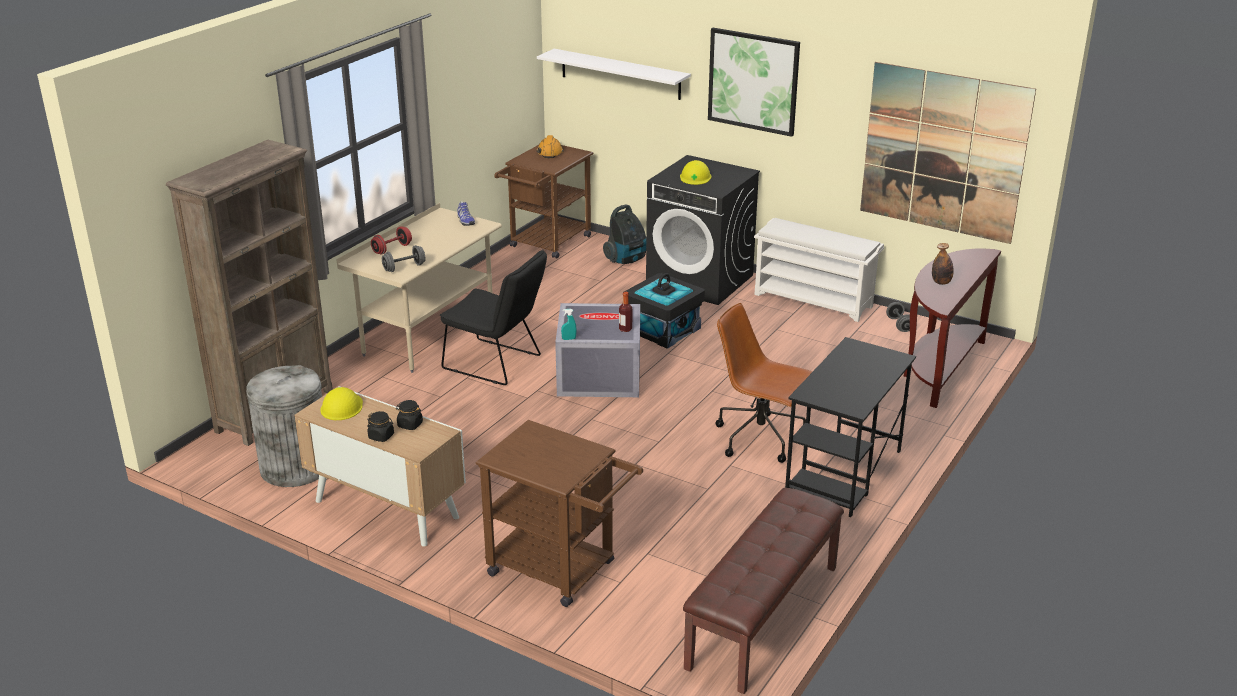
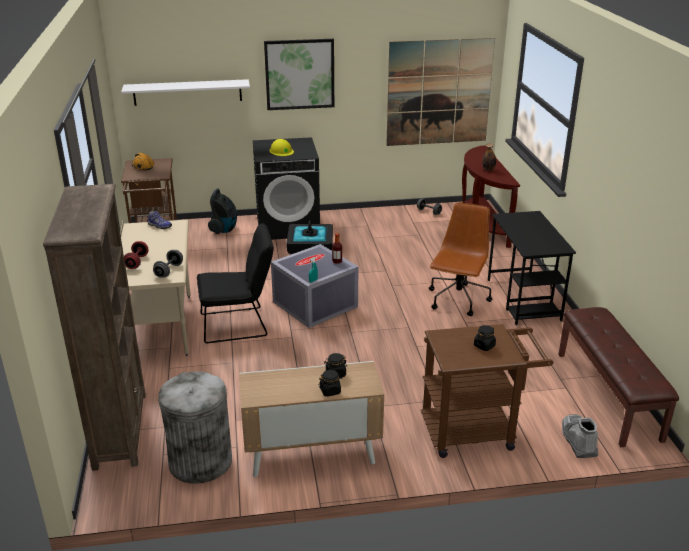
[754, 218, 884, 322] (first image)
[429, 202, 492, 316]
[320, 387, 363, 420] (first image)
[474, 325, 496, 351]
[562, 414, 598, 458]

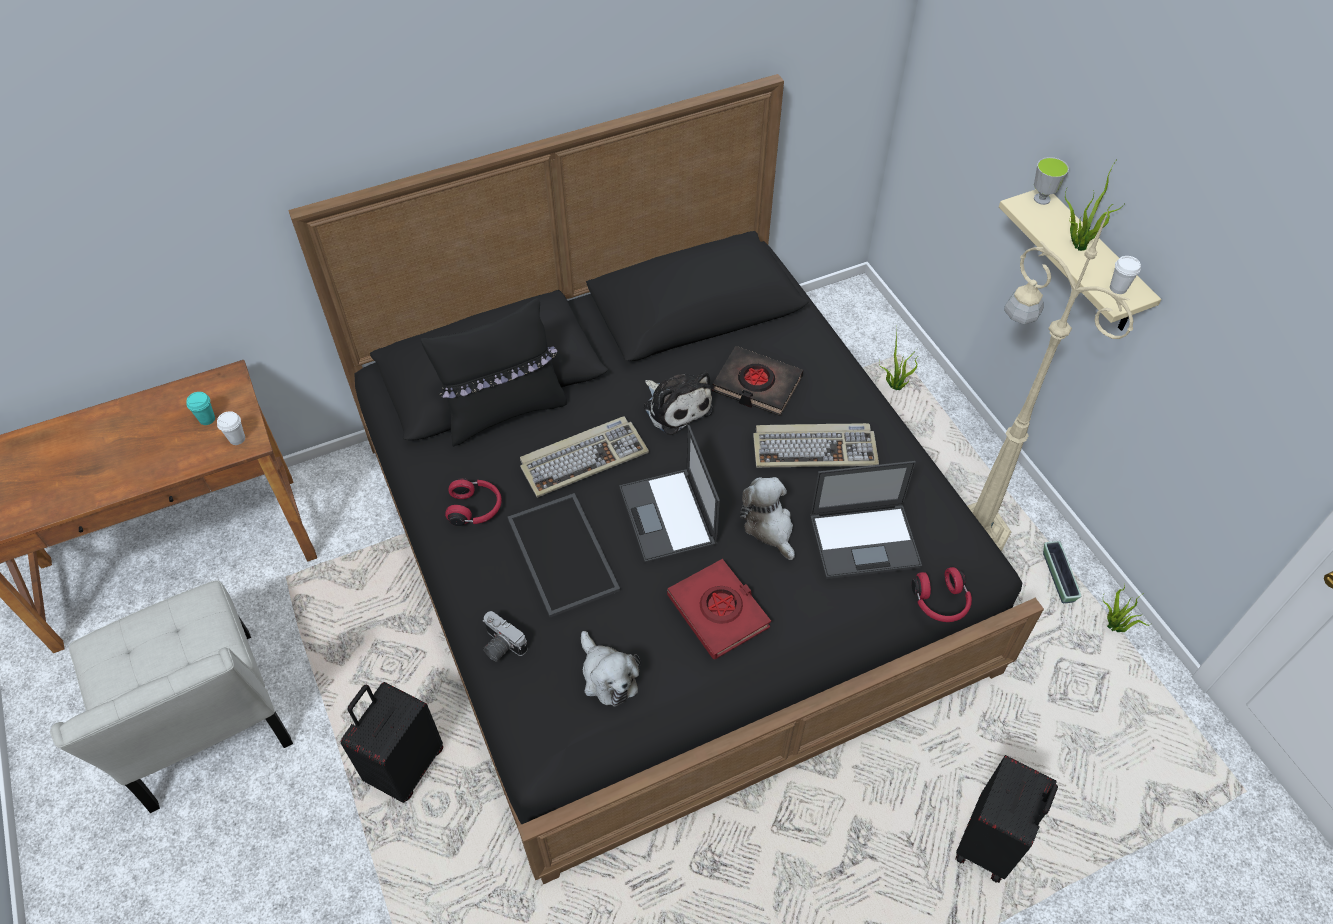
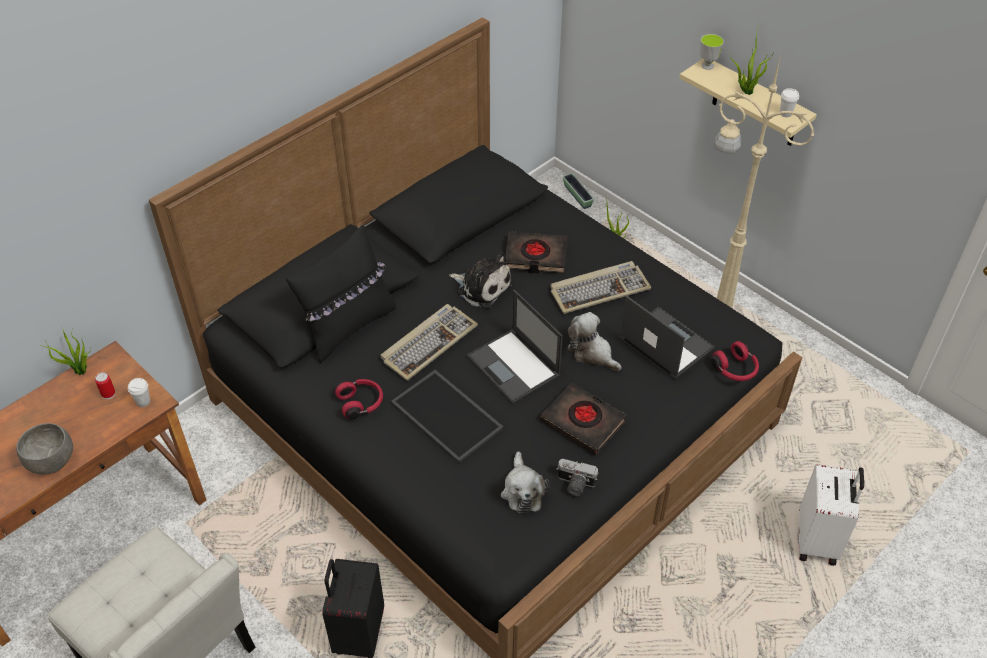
[95, 372, 115, 399]
[619, 295, 715, 379]
[563, 173, 594, 209]
[540, 383, 627, 455]
[44, 328, 91, 375]
[556, 459, 598, 496]
[501, 452, 549, 513]
[799, 464, 864, 566]
[16, 423, 73, 474]

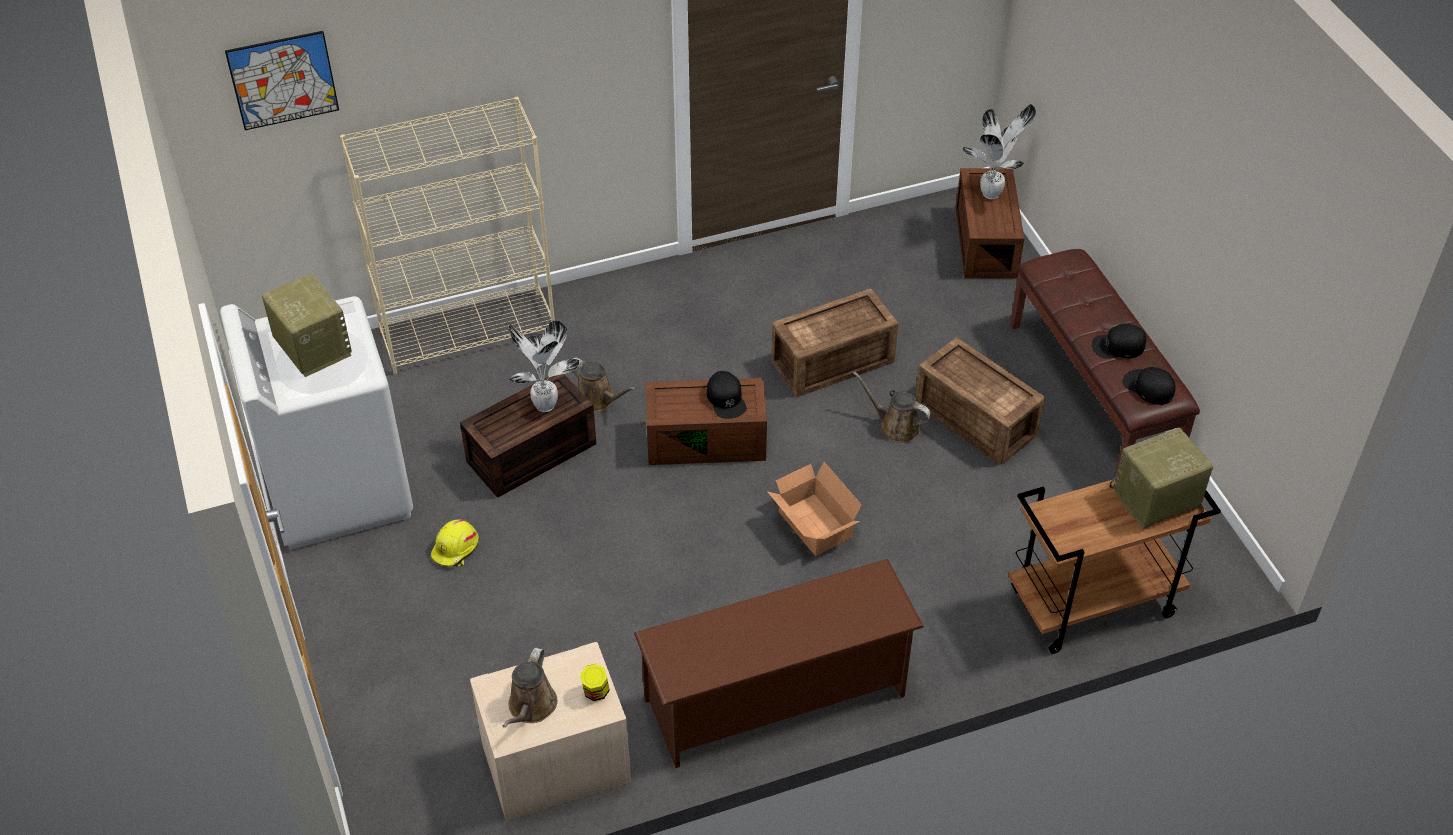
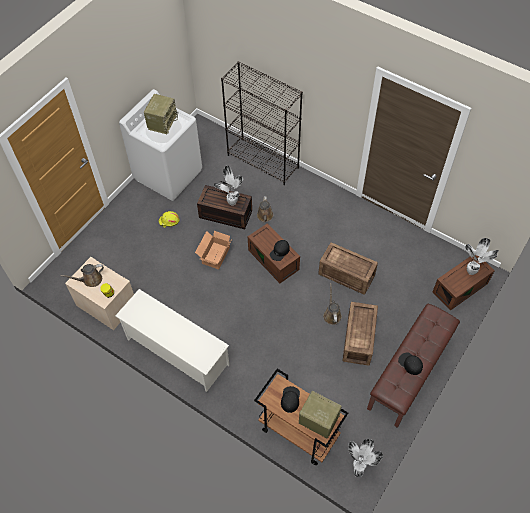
[225, 31, 339, 130] (first image)
[221, 61, 303, 185]
[281, 386, 300, 413]
[195, 231, 232, 270]
[115, 289, 229, 392]
[348, 439, 383, 477]

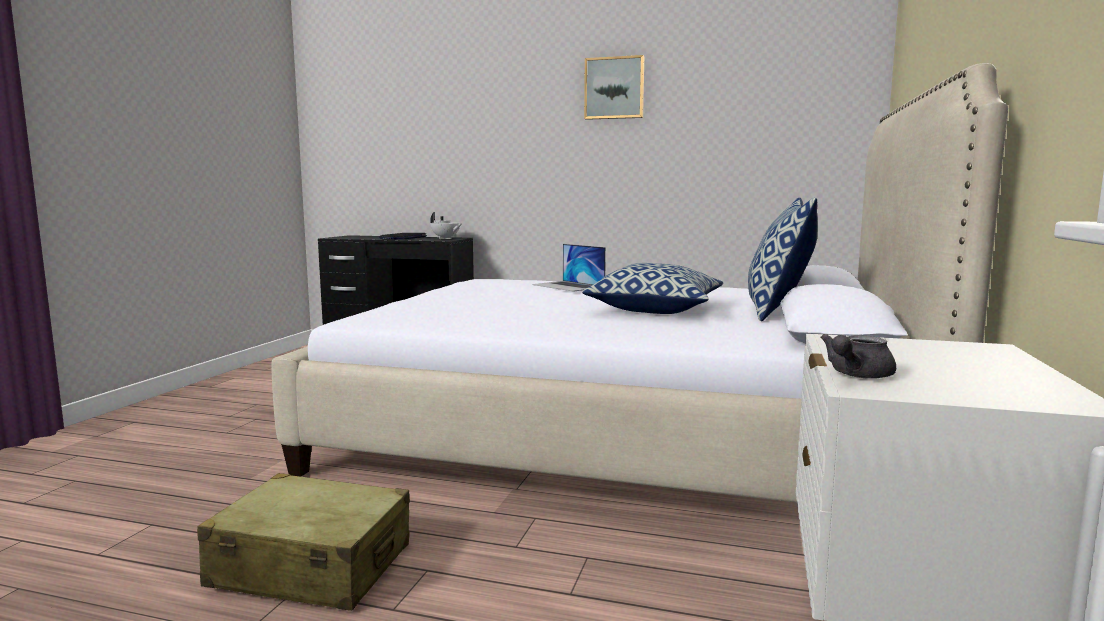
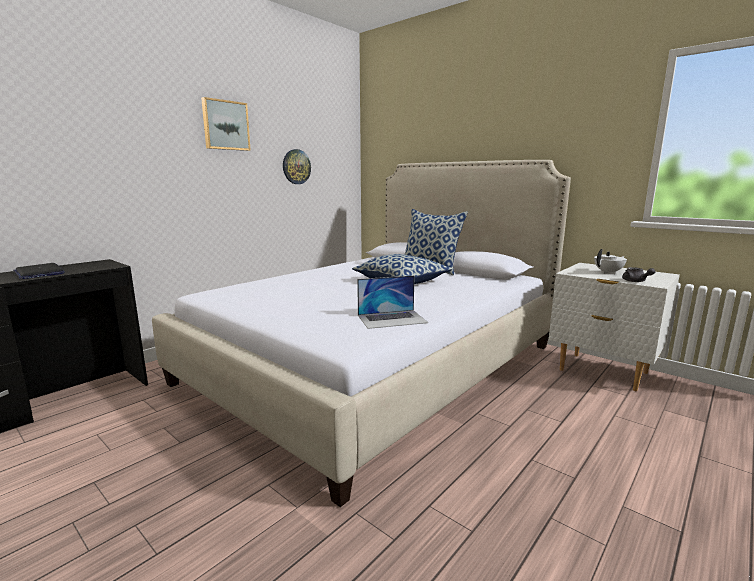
[594, 249, 627, 274]
[357, 275, 428, 329]
[197, 473, 410, 611] (first image)
[283, 149, 311, 184]

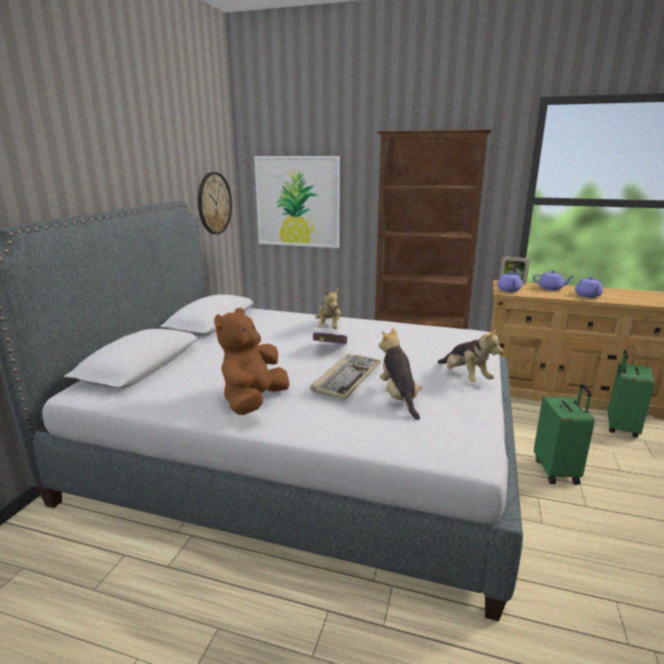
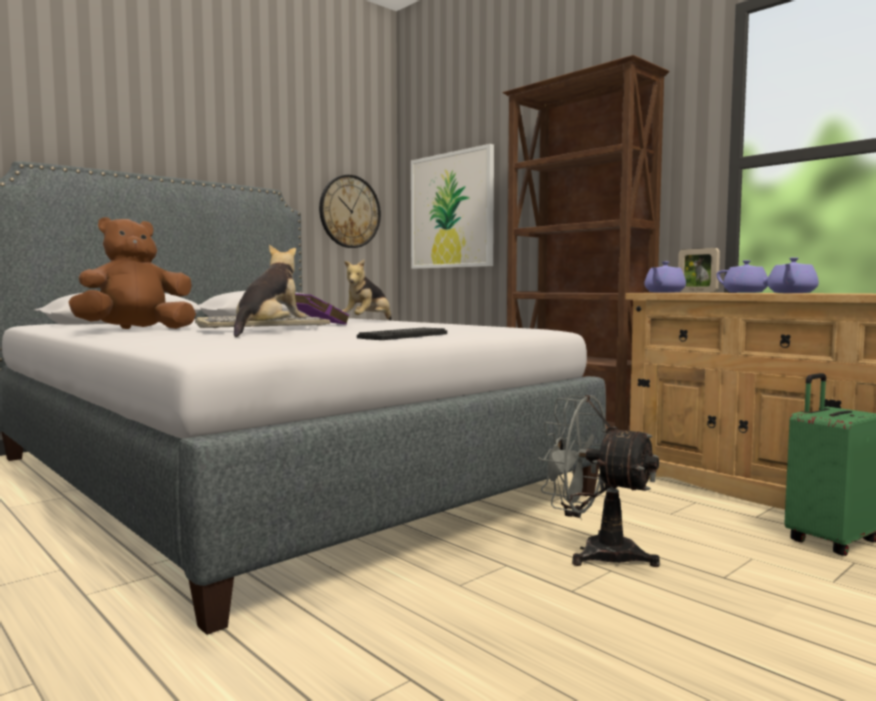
[357, 328, 447, 340]
[538, 395, 660, 567]

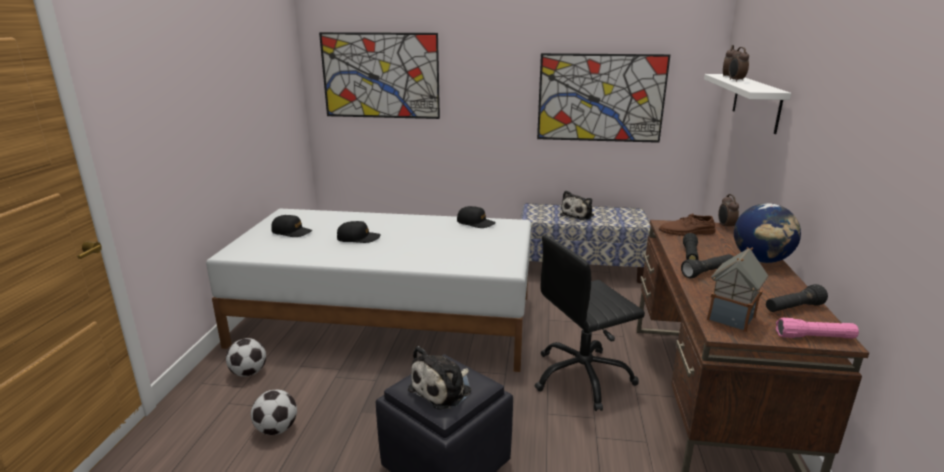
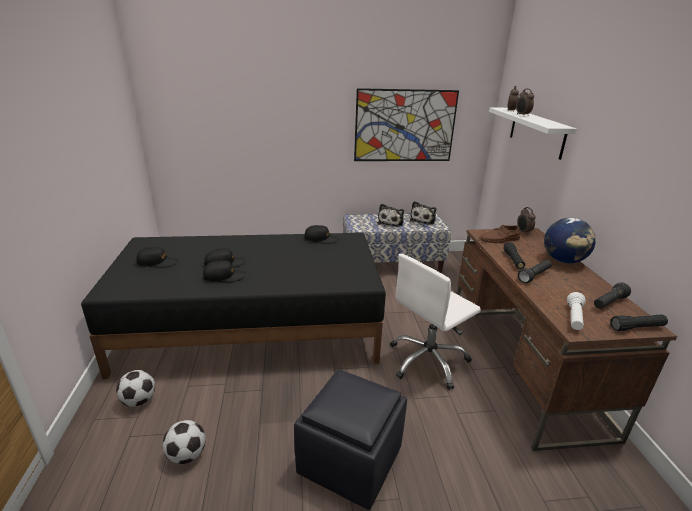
[319, 32, 440, 119] (first image)
[81, 233, 386, 379]
[390, 253, 481, 390]
[567, 292, 586, 330]
[610, 315, 668, 331]
[410, 201, 436, 225]
[203, 260, 246, 282]

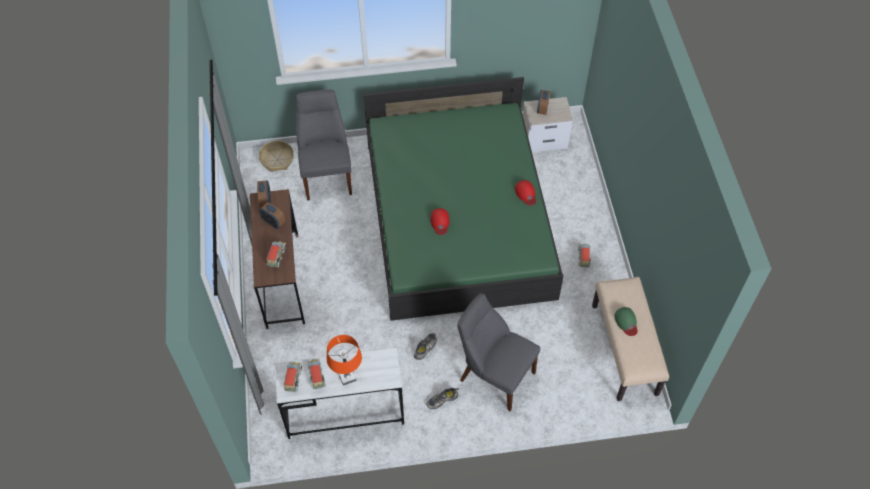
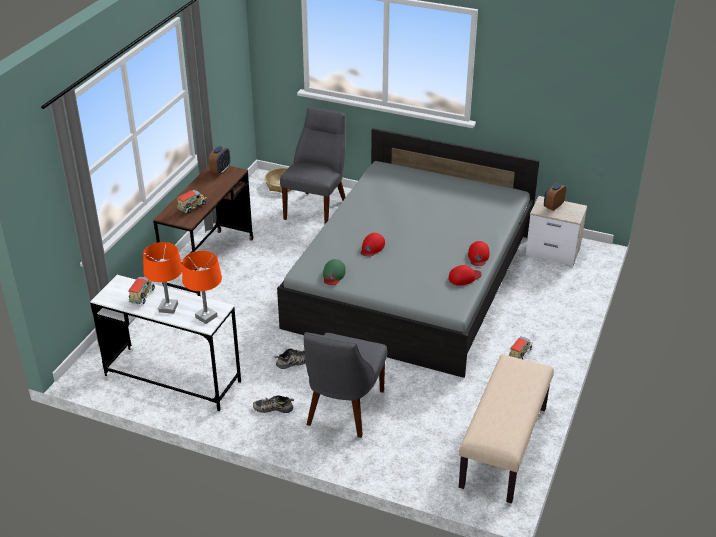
[277, 128, 540, 378]
[260, 202, 285, 229] (first image)
[304, 332, 387, 438]
[323, 259, 346, 285]
[284, 362, 302, 392] (first image)
[182, 251, 222, 324]
[449, 265, 482, 285]

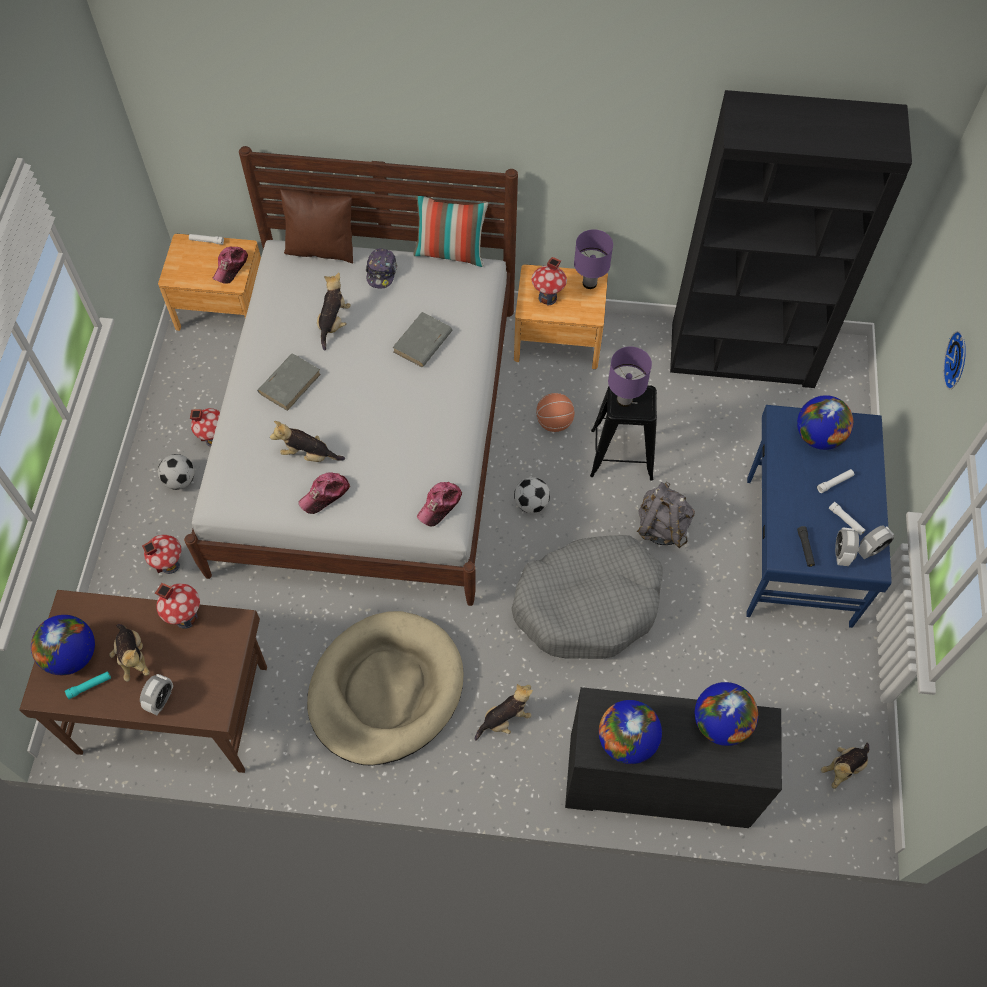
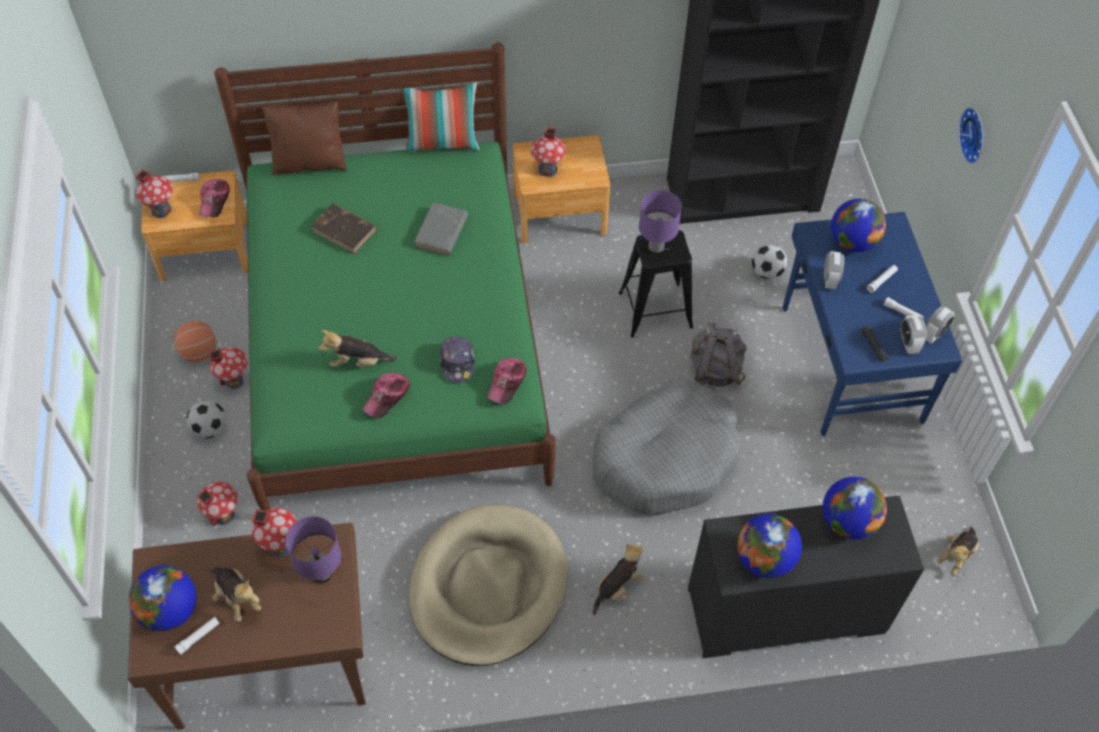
[214, 43, 556, 510]
[286, 516, 341, 583]
[440, 336, 475, 383]
[311, 203, 377, 255]
[257, 354, 321, 411] (first image)
[174, 321, 216, 362]
[752, 244, 787, 279]
[174, 617, 220, 655]
[824, 251, 844, 289]
[135, 169, 173, 218]

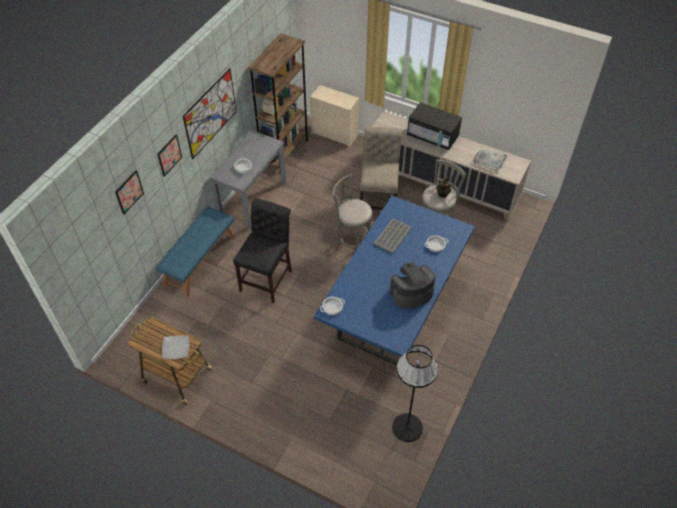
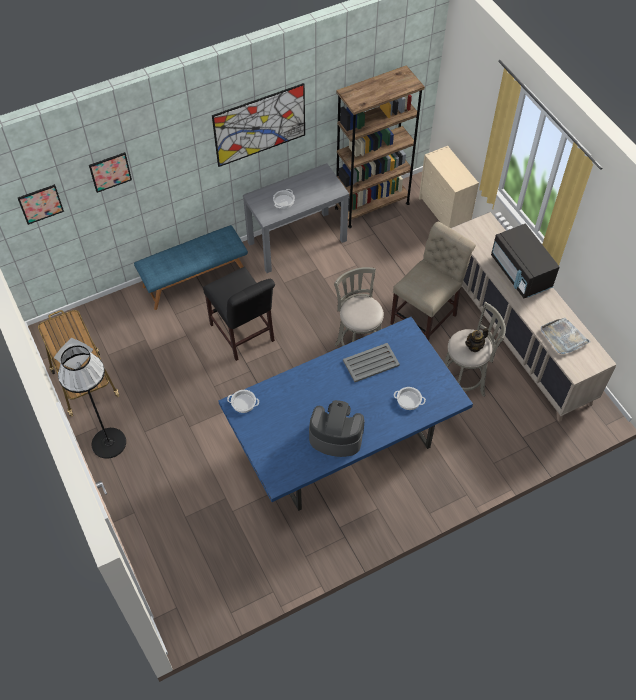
[18, 184, 64, 225]
[203, 266, 275, 361]
[58, 346, 126, 459]

